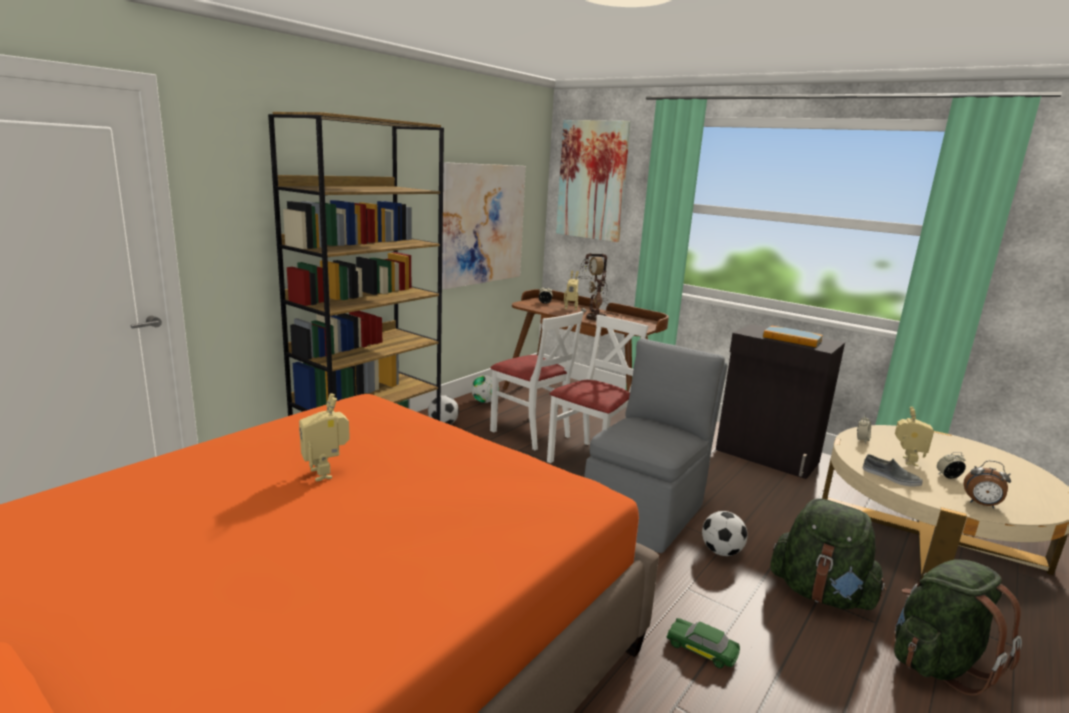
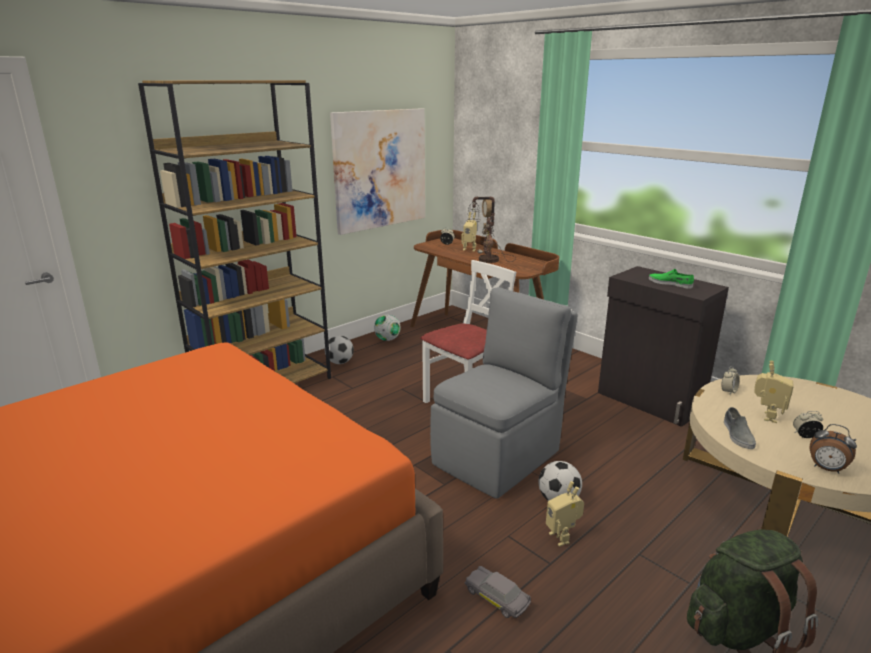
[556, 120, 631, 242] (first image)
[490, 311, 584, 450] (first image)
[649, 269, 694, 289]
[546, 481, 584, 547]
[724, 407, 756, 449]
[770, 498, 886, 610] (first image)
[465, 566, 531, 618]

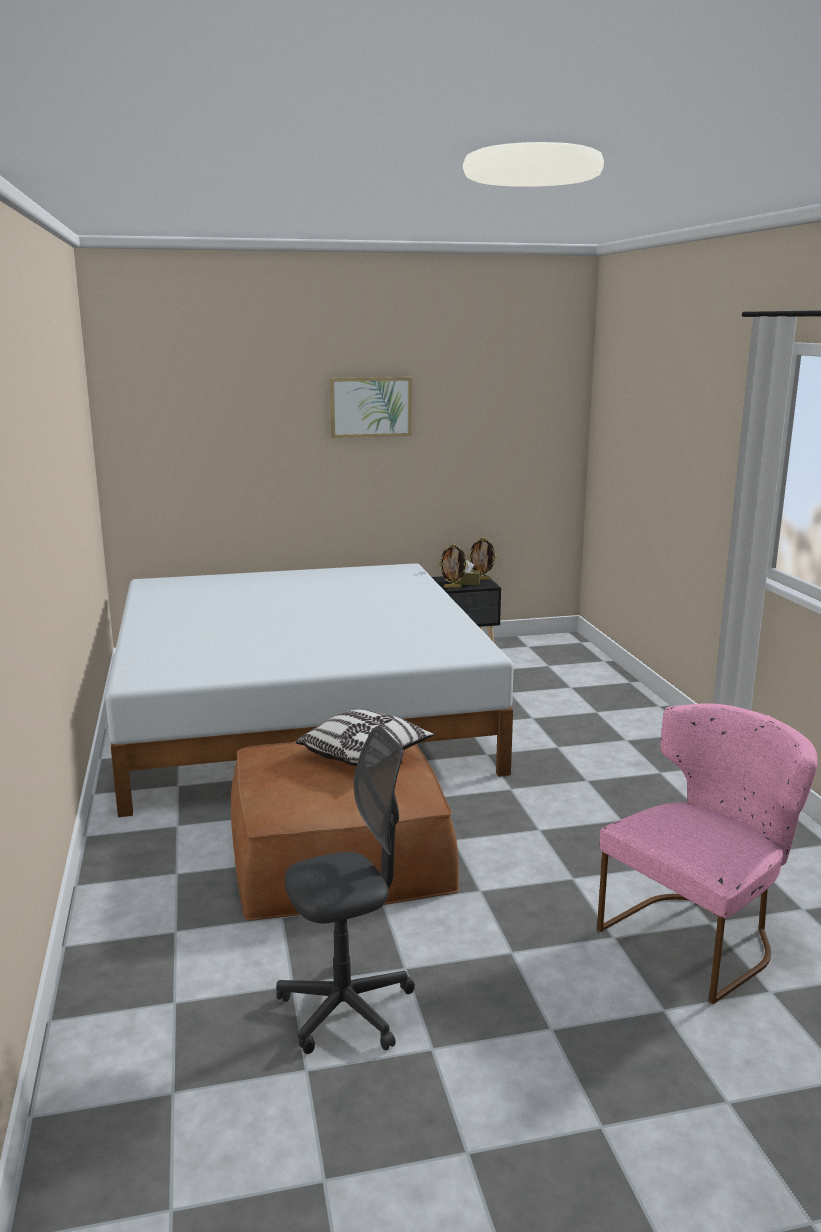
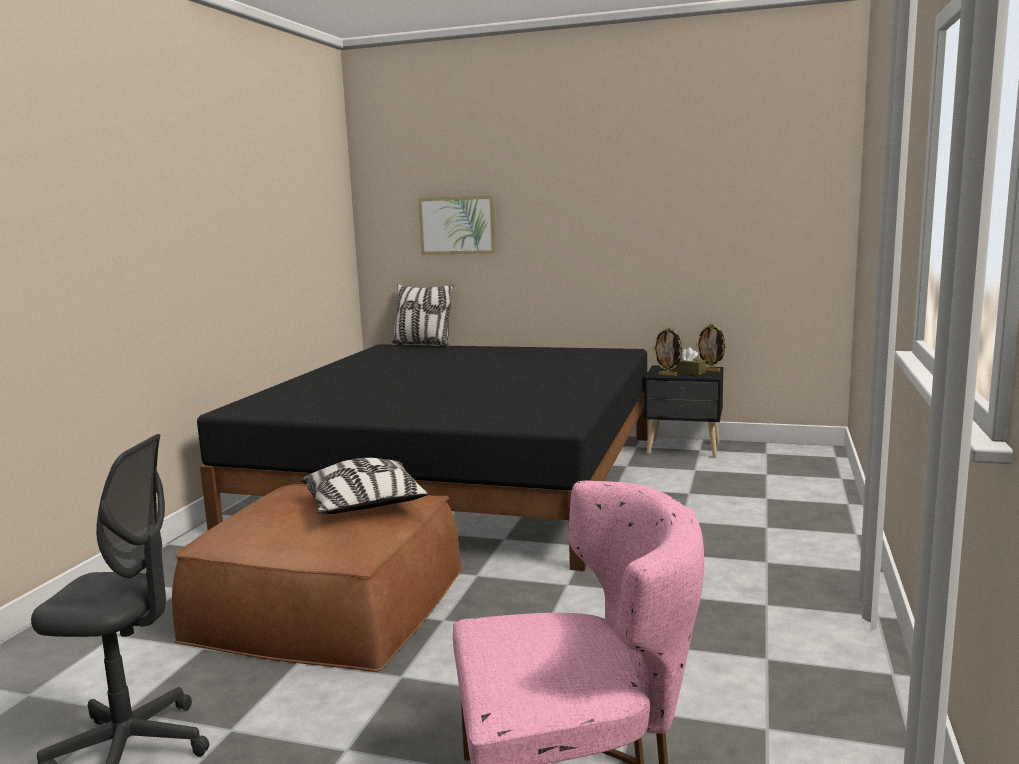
[418, 195, 496, 255]
[197, 344, 647, 571]
[391, 284, 454, 346]

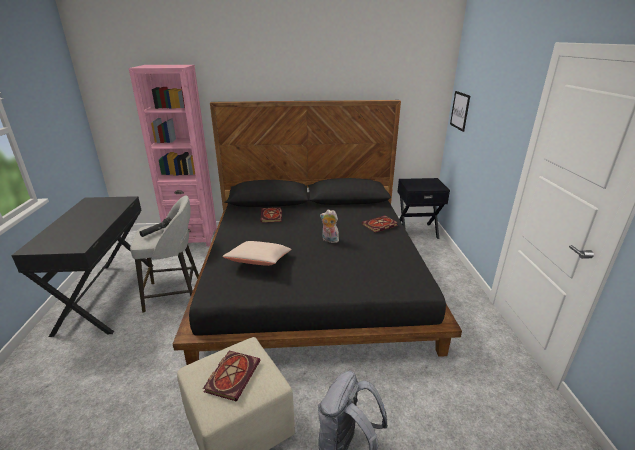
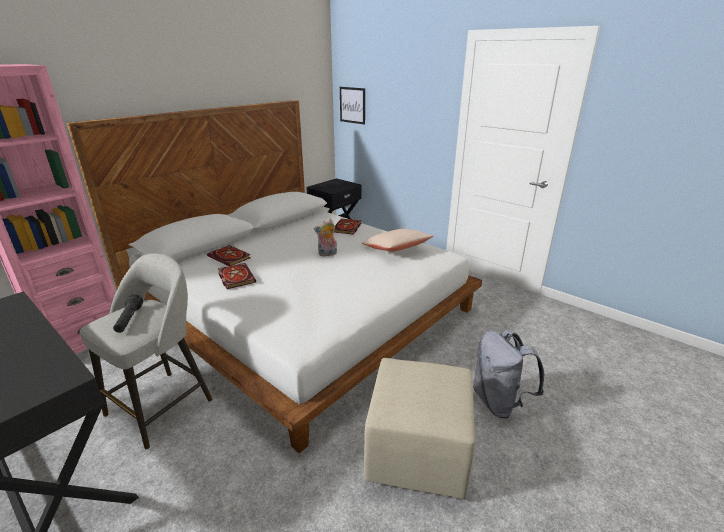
[66, 100, 482, 453]
[362, 229, 433, 252]
[218, 263, 256, 289]

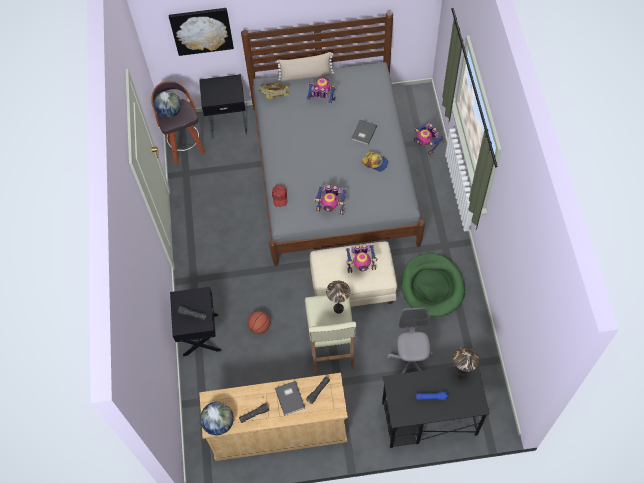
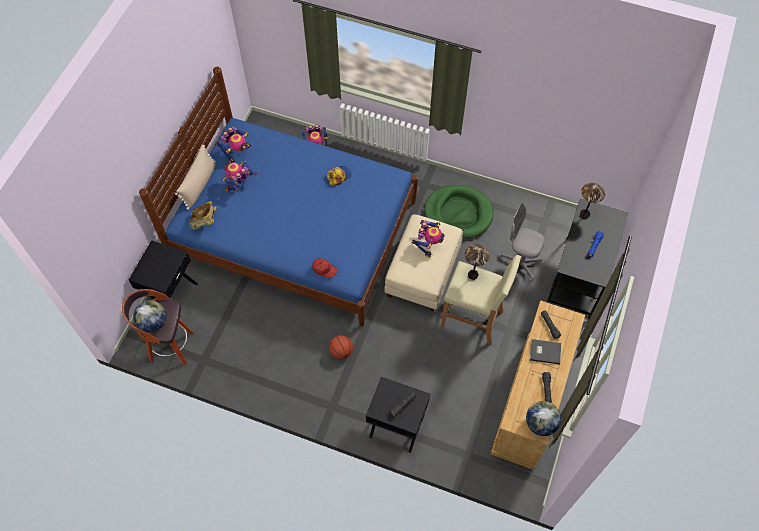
[169, 8, 234, 56] (first image)
[139, 67, 418, 327]
[351, 119, 377, 145] (first image)
[216, 126, 251, 163]
[329, 335, 353, 359]

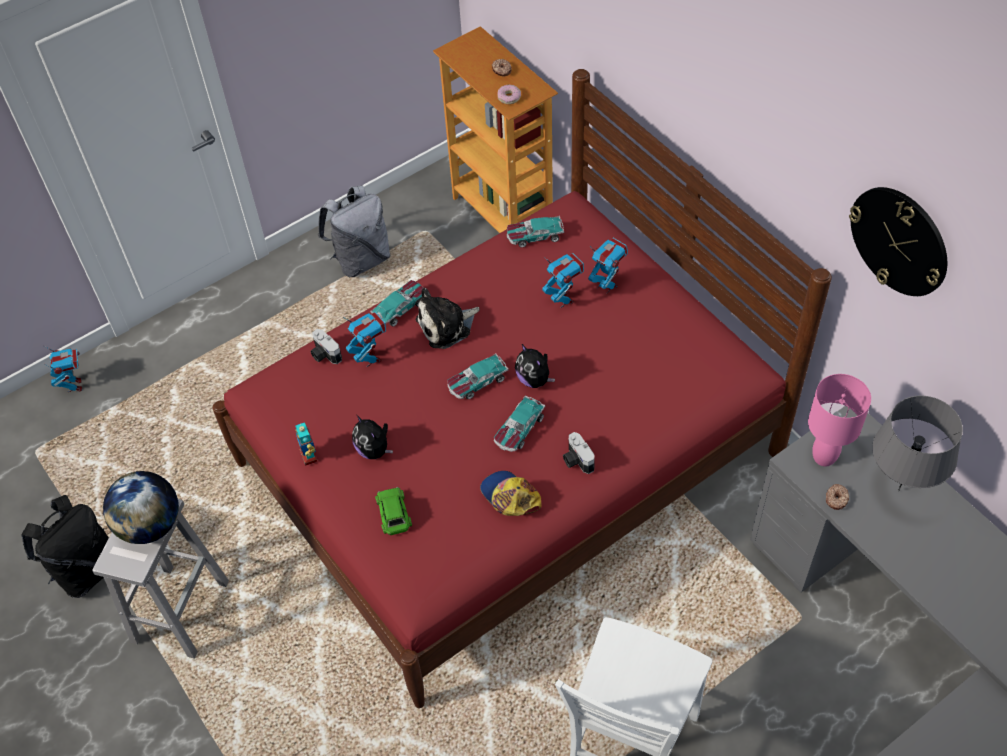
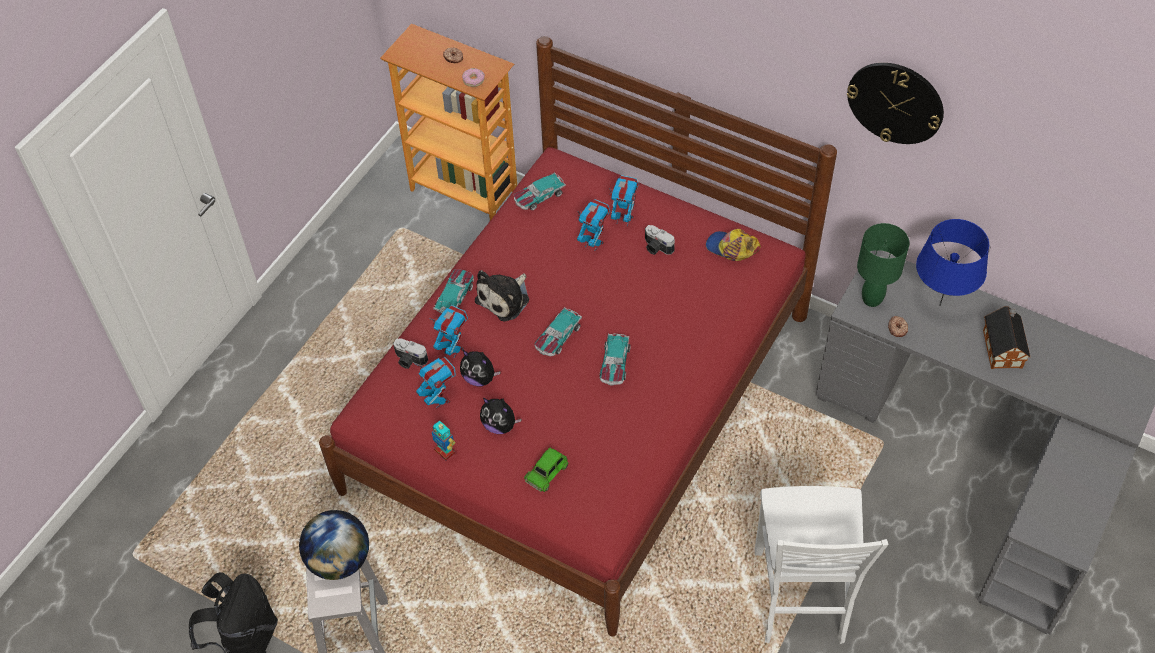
[318, 185, 390, 277] (first image)
[460, 350, 501, 386]
[414, 357, 456, 408]
[857, 223, 909, 307]
[916, 219, 989, 306]
[645, 225, 675, 255]
[706, 229, 761, 261]
[524, 448, 569, 492]
[983, 306, 1030, 369]

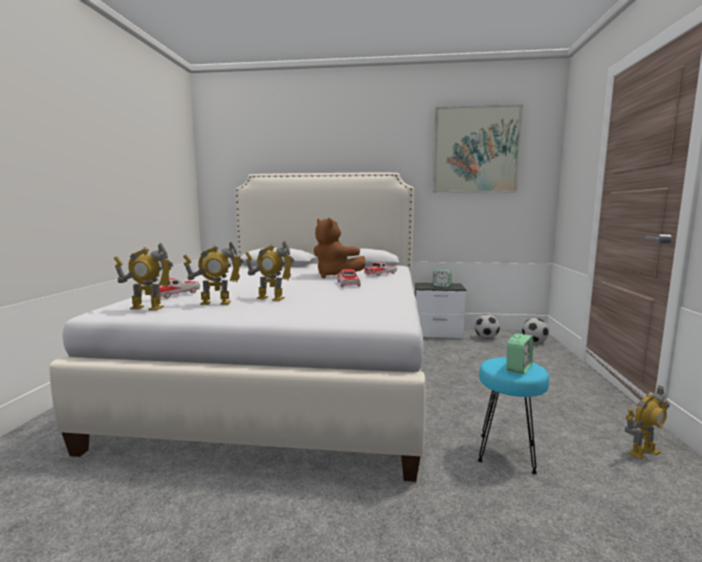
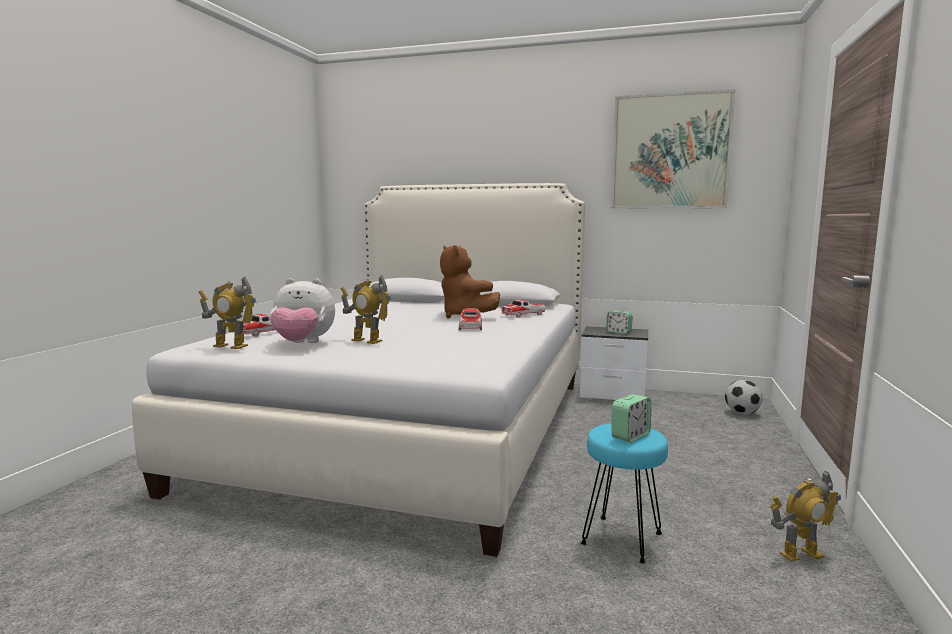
[270, 278, 335, 343]
[474, 314, 500, 339] (first image)

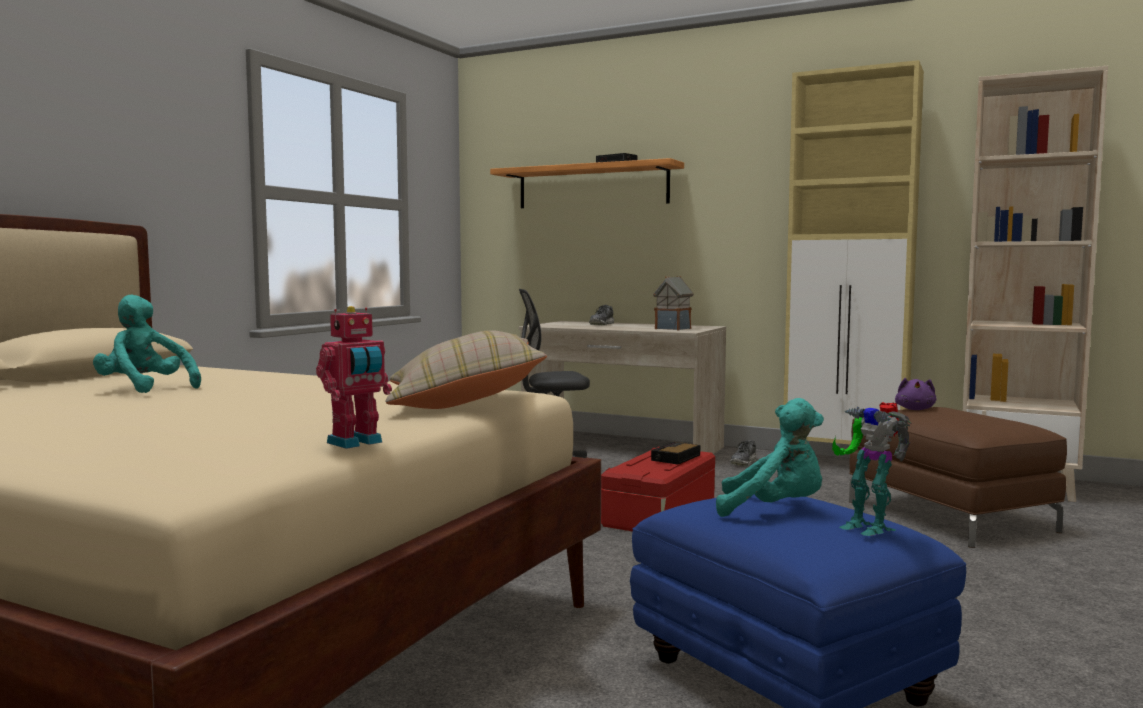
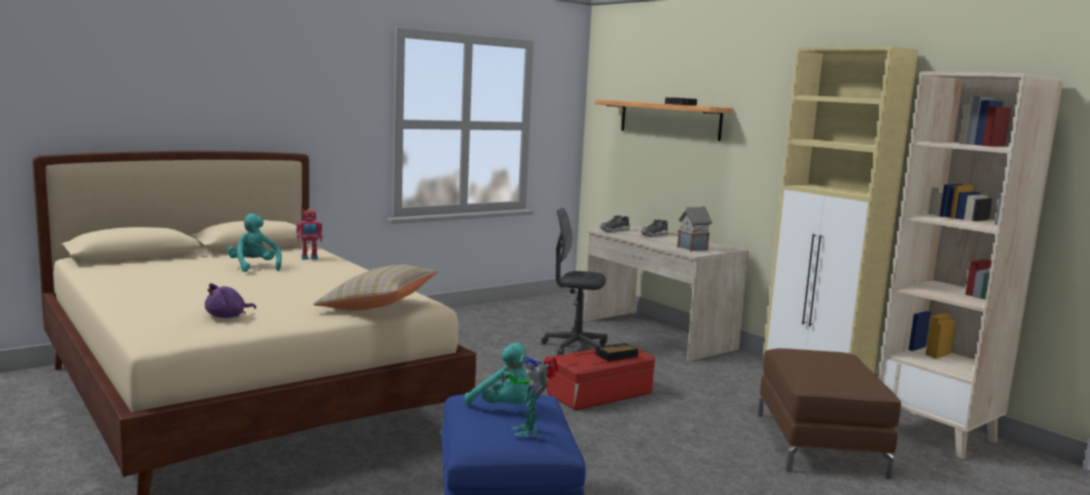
[296, 209, 323, 260]
[205, 283, 256, 318]
[600, 215, 630, 232]

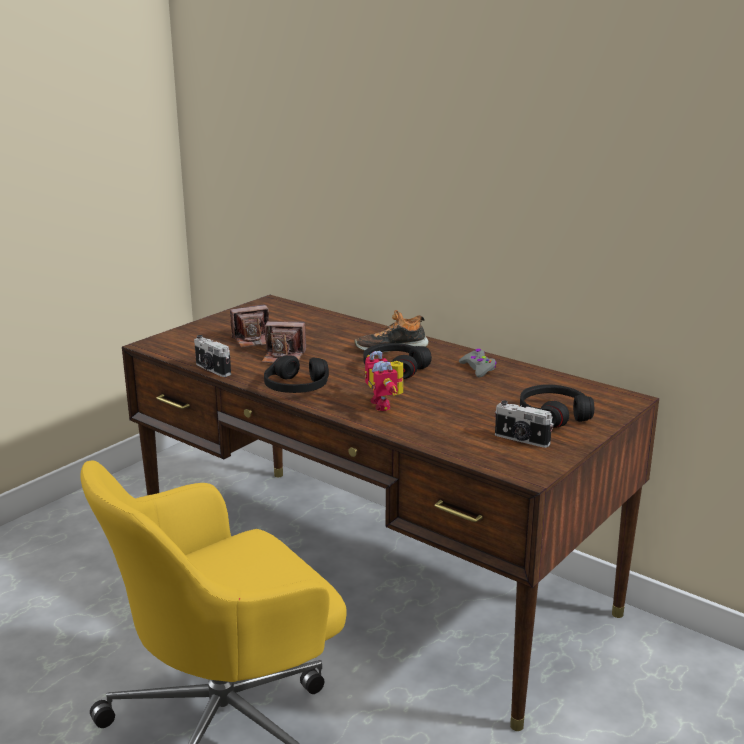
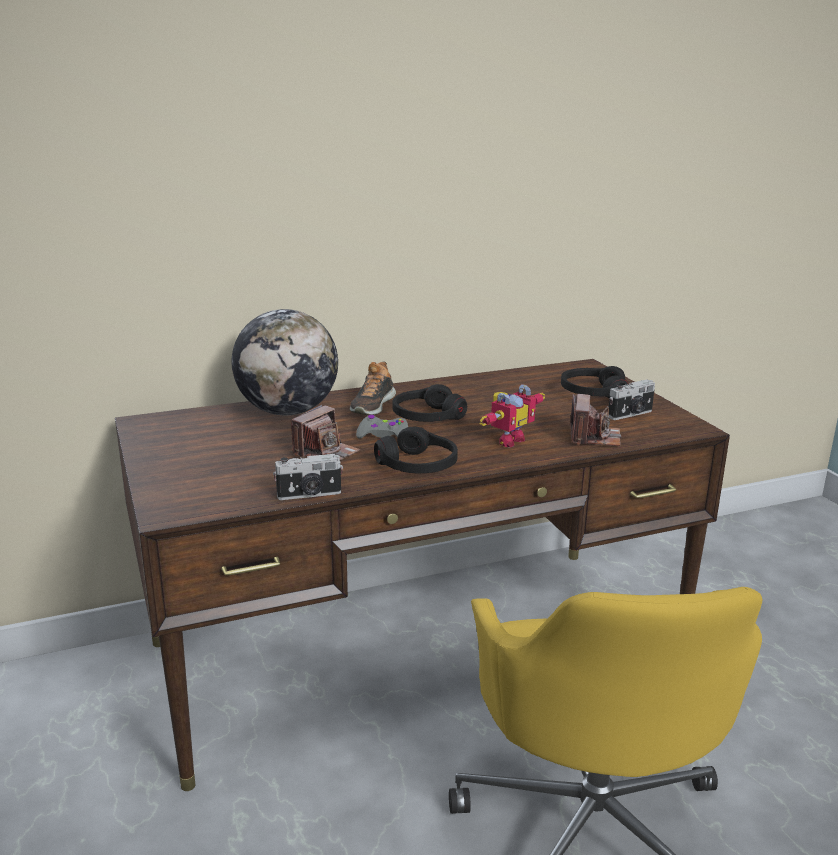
[570, 394, 622, 446]
[356, 415, 408, 439]
[480, 384, 545, 447]
[232, 309, 338, 415]

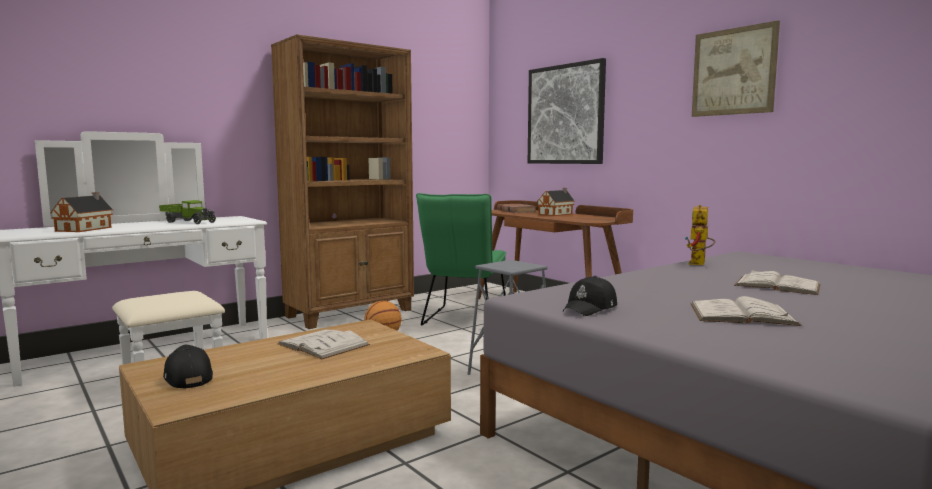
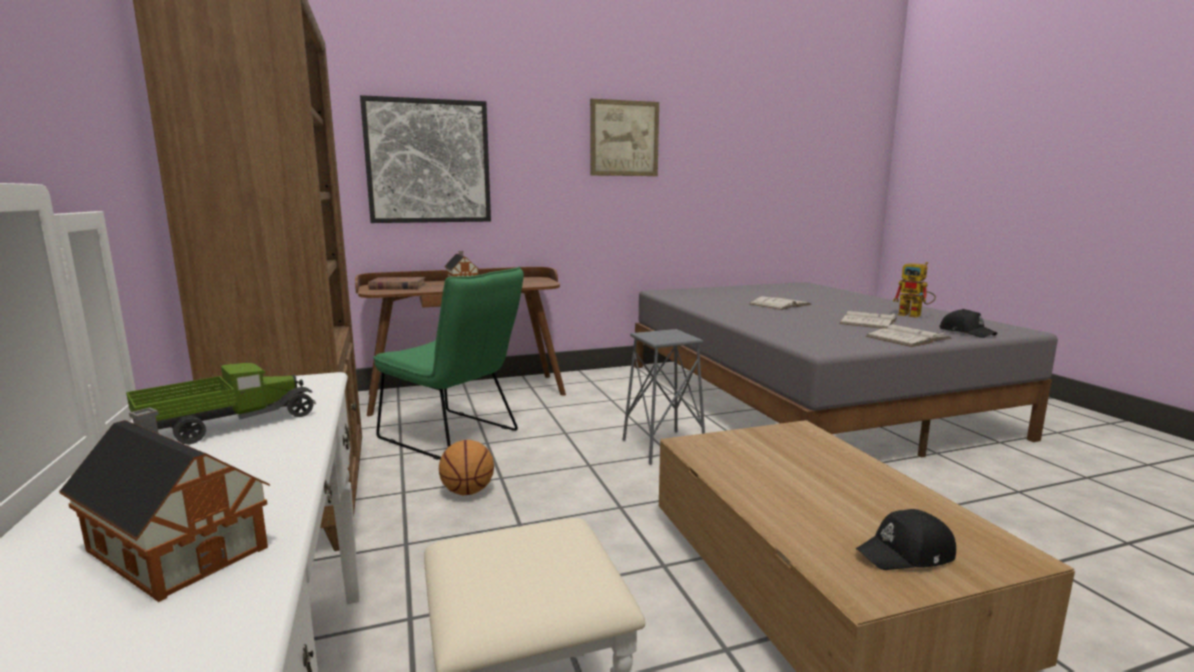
[893, 262, 936, 318]
[939, 309, 997, 338]
[865, 324, 952, 347]

